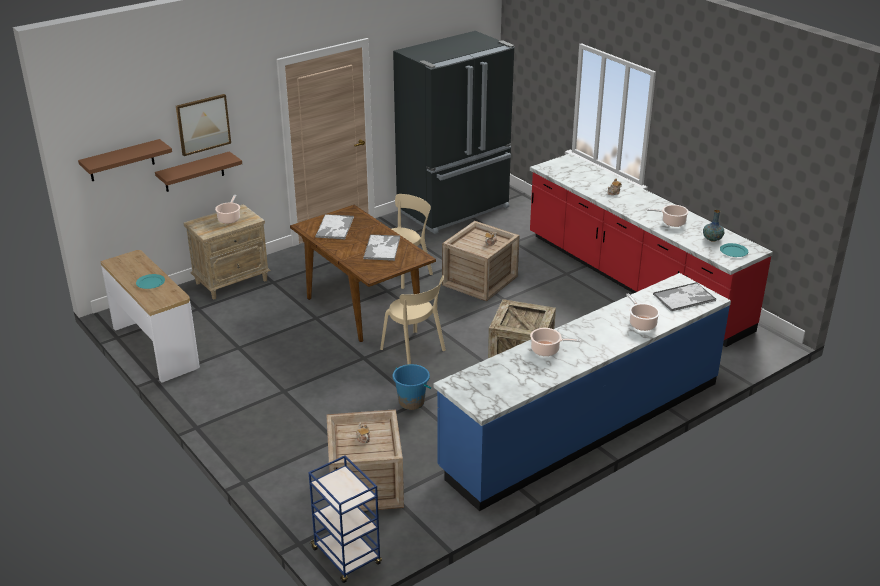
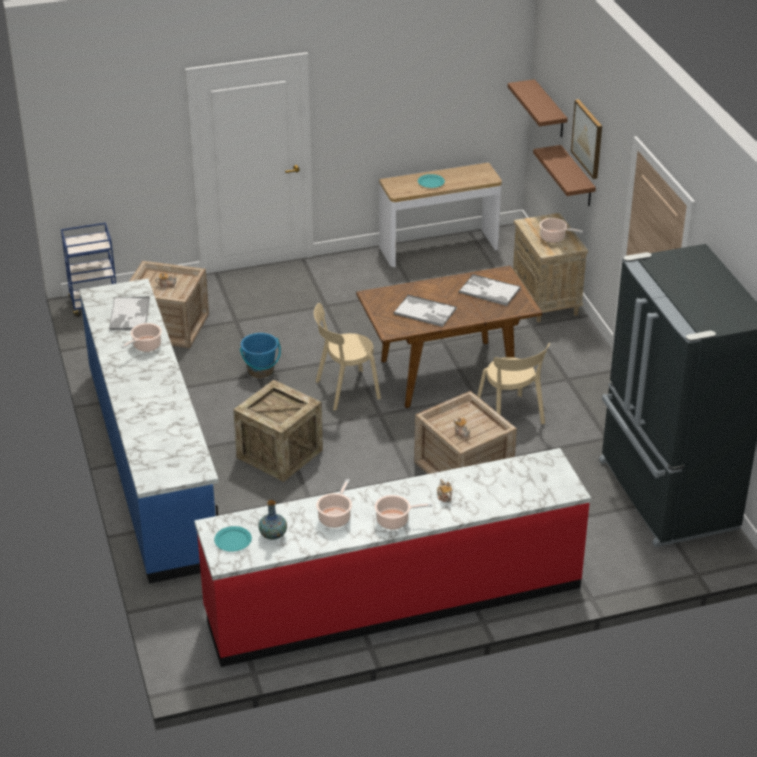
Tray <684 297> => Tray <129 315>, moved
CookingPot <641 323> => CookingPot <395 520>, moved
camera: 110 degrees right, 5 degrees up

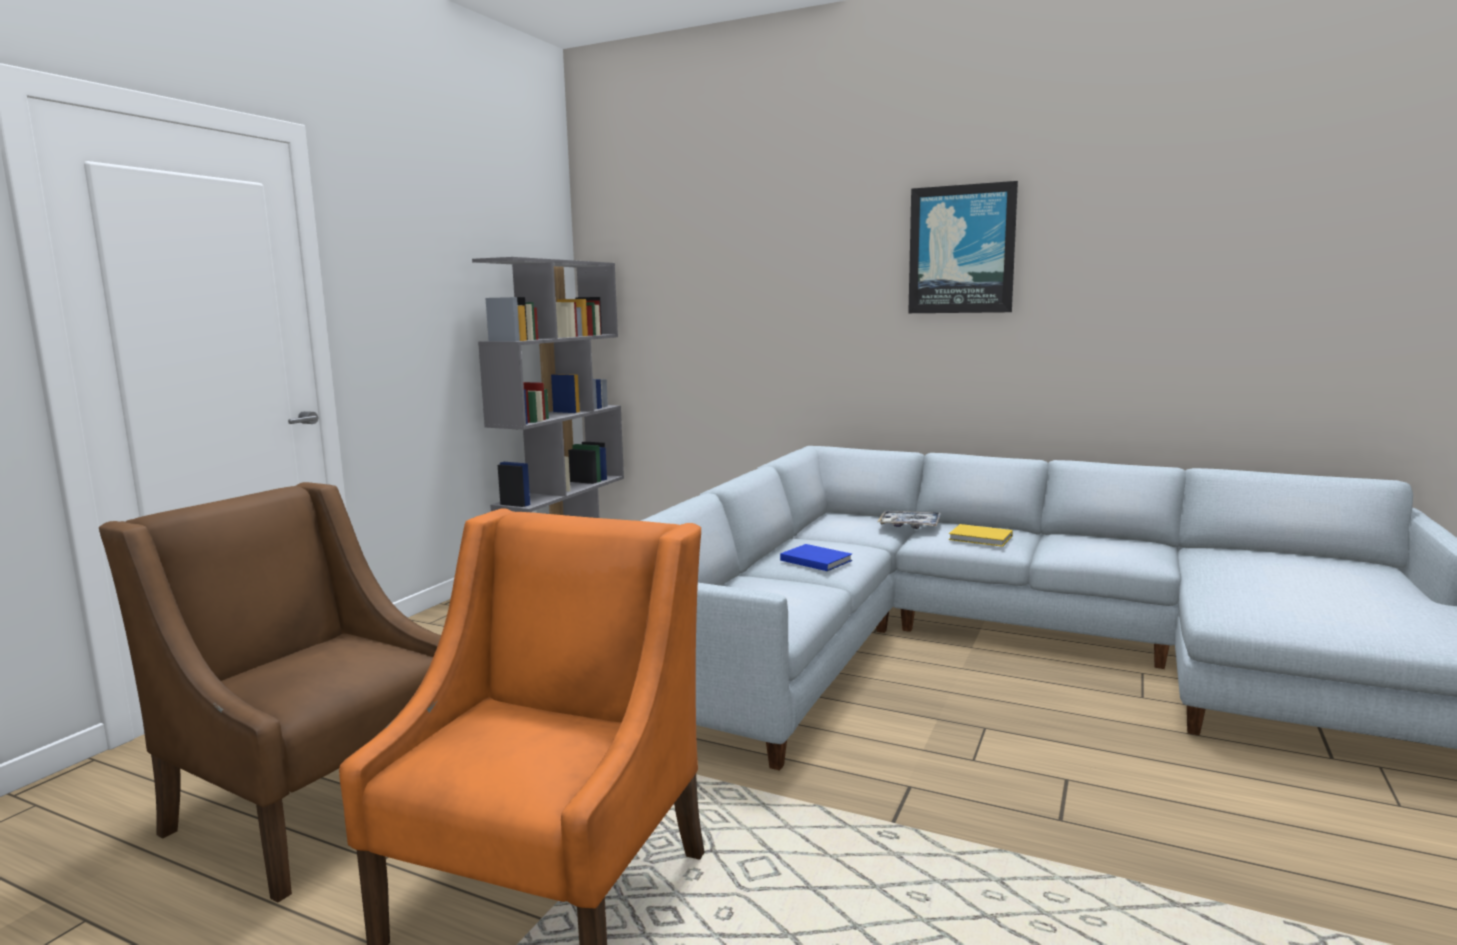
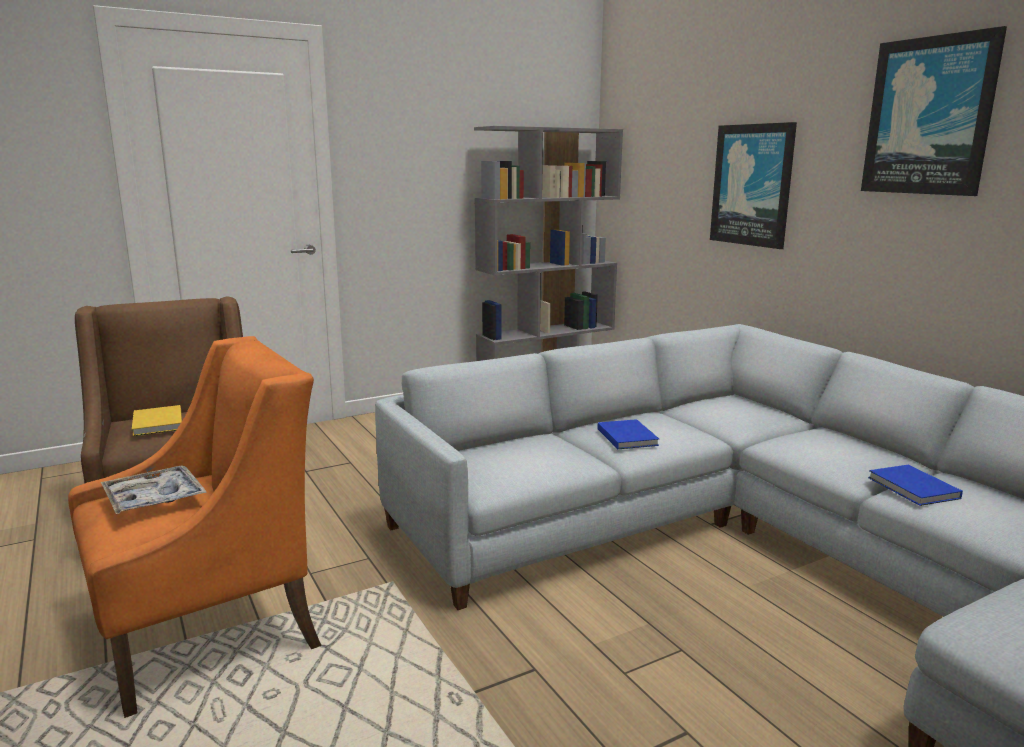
Tray <909 526> => Tray <154 499>, moved
YellowBook <981 538> => YellowBook <157 424>, moved
nothing => Picture <752 185>
nothing => BlueBook <913 489>
camera: 35 degrees right, 5 degrees up

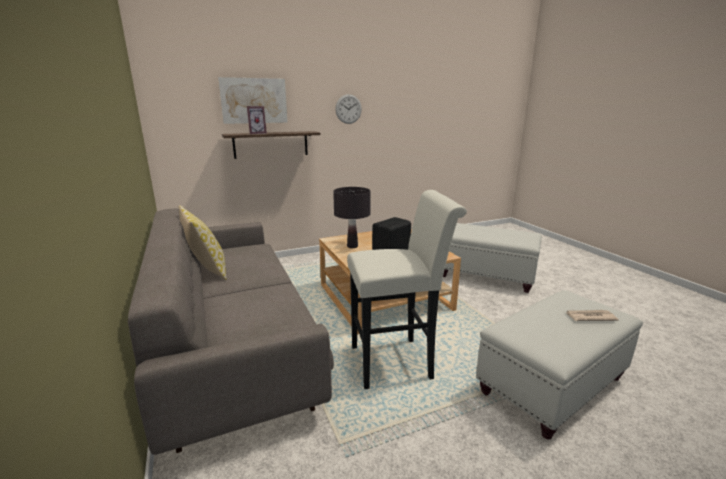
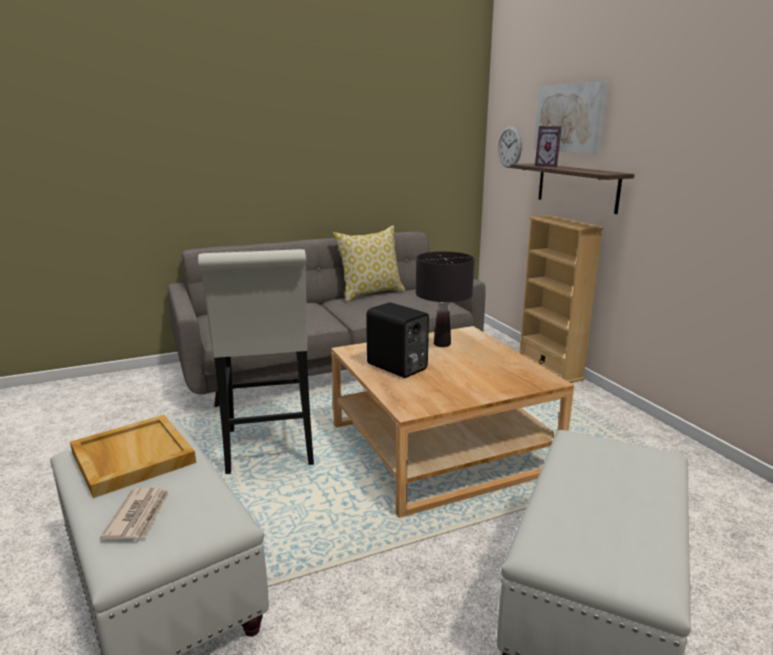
WallClock <348 109> => WallClock <509 147>, moved
nothing => BeigeBookcase <549 367>
nothing => BeigeTray <132 457>
camera: 90 degrees right, 0 degrees up

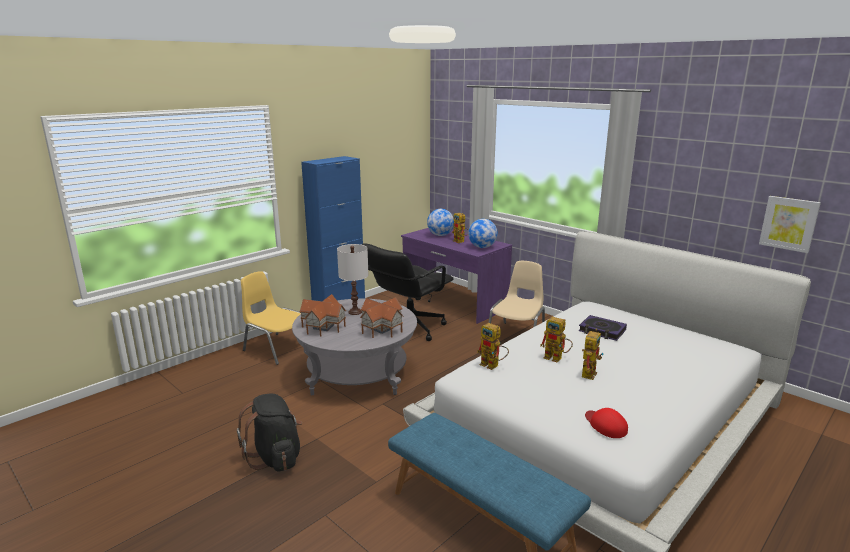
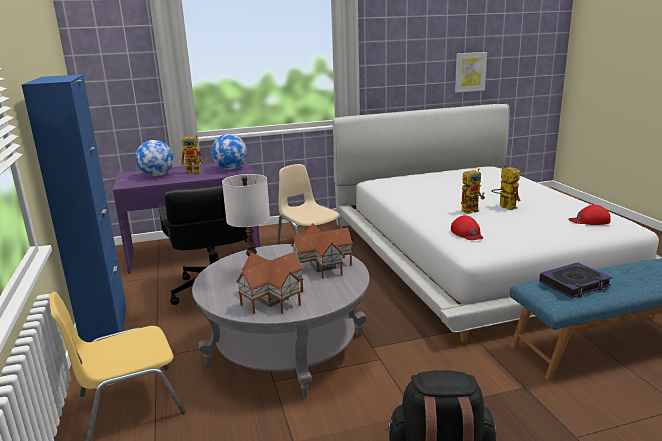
Book <602 331> => Book <574 284>, moved
ToyRobot <493 366> => RedCap <467 233>
camera: 60 degrees left, 0 degrees up

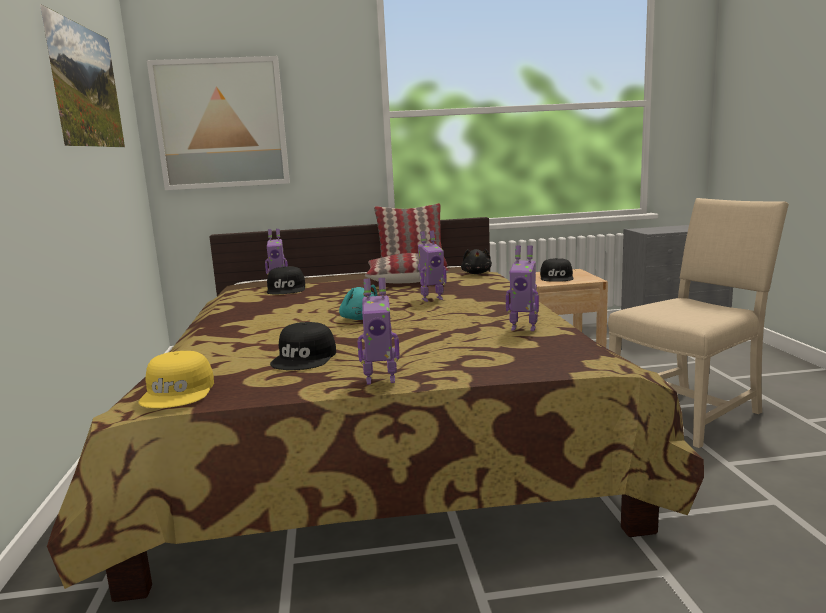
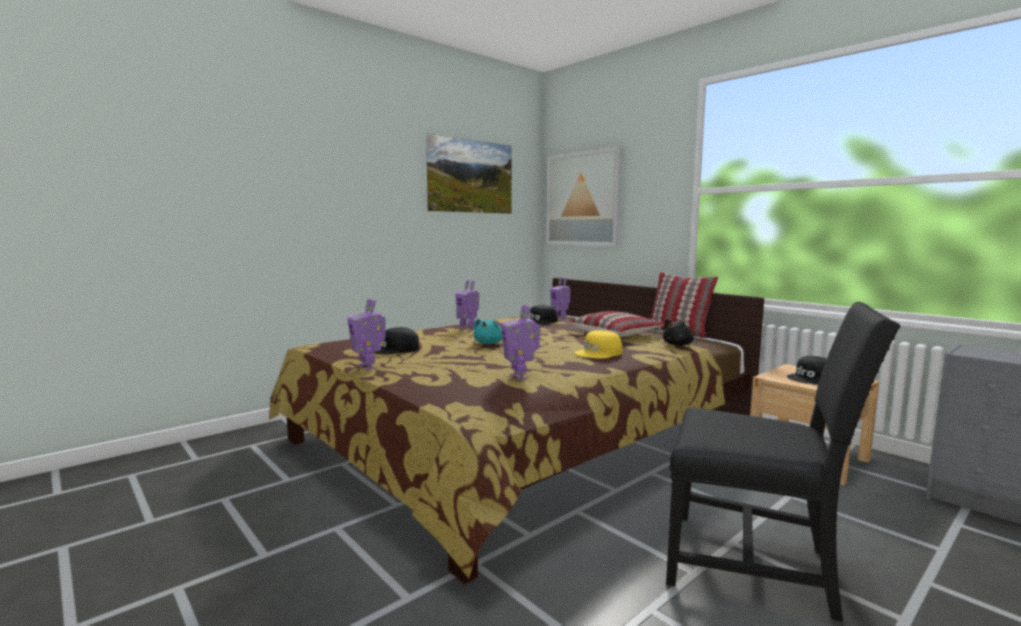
BeigeChair <689 412> => BlackChair <755 565>
ToyRobot <431 299> => ToyRobot <468 329>, moved
YellowCap <179 392> => YellowCap <599 353>, moved
camera: 55 degrees right, 5 degrees down

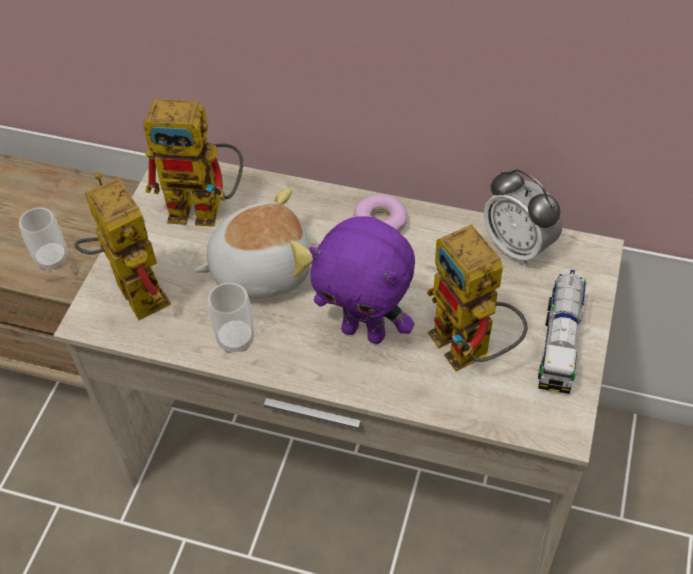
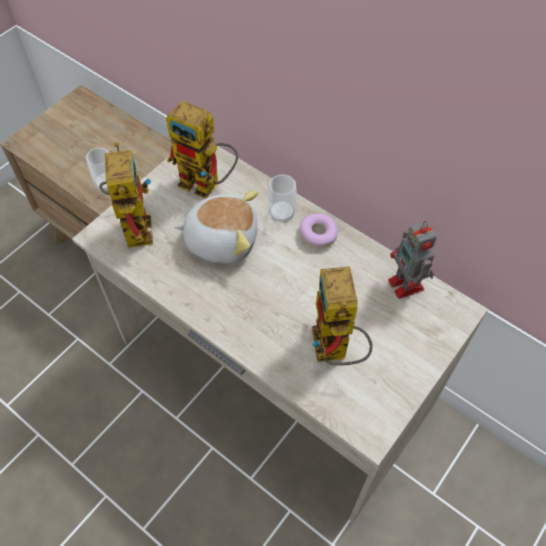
AlarmClock <518 246> => ToyRobot <406 286>
PurplePlushToy <365 331> => nothing
ToyTruck <559 344> => nothing
Cup <236 339> => Cup <281 214>, moved
camera: 20 degrees right, 5 degrees up

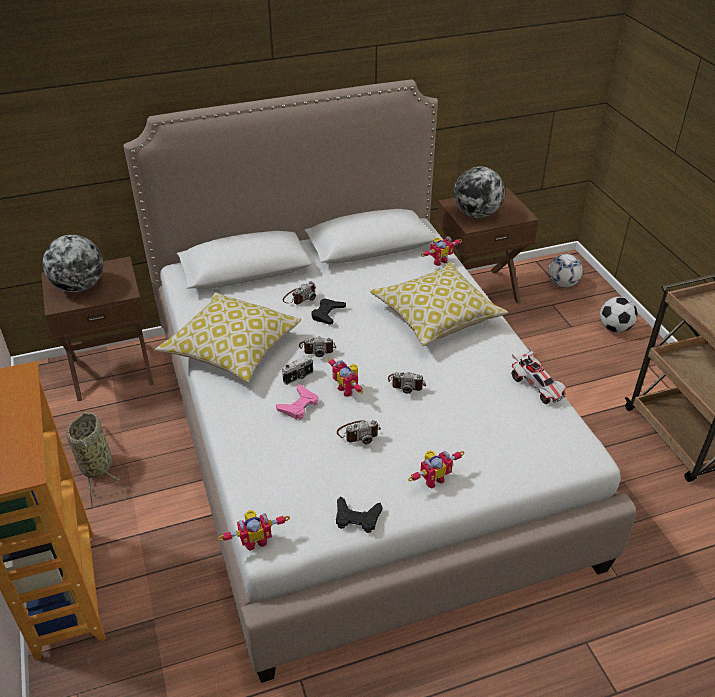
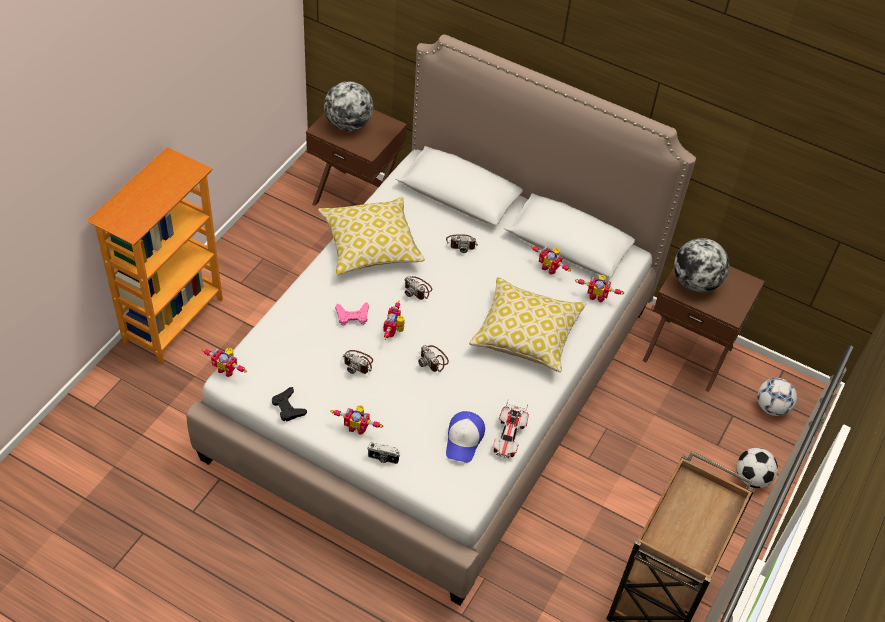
BlackGameController <327 314> => nothing
PhotoCamera <298 377> => PhotoCamera <383 458>, moved
Basket <96 464> => nothing
nothing => ToyRobot <550 268>
nothing => Cap <464 440>
camera: 45 degrees right, 10 degrees up

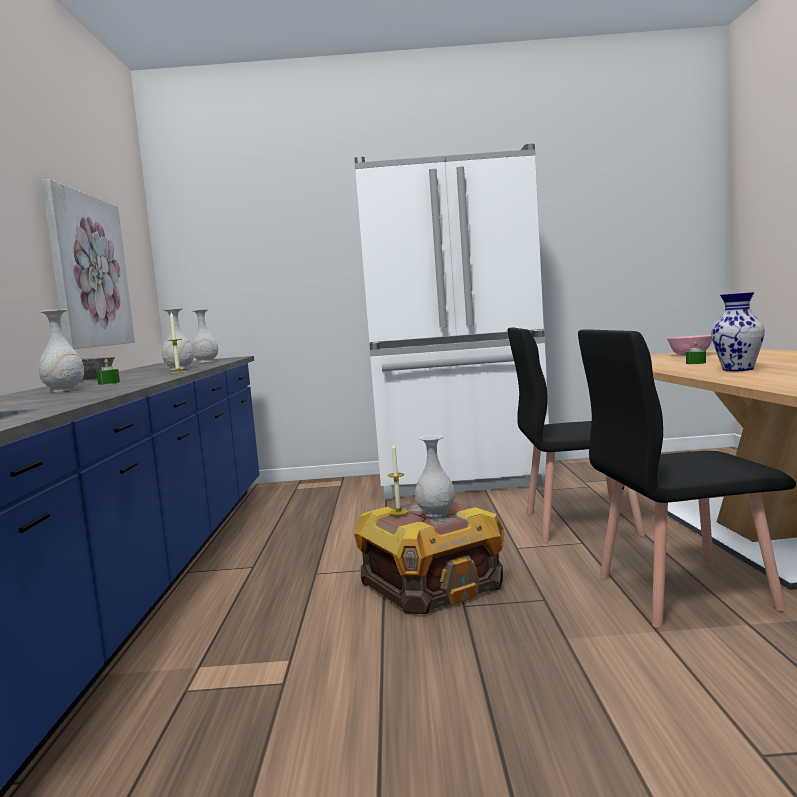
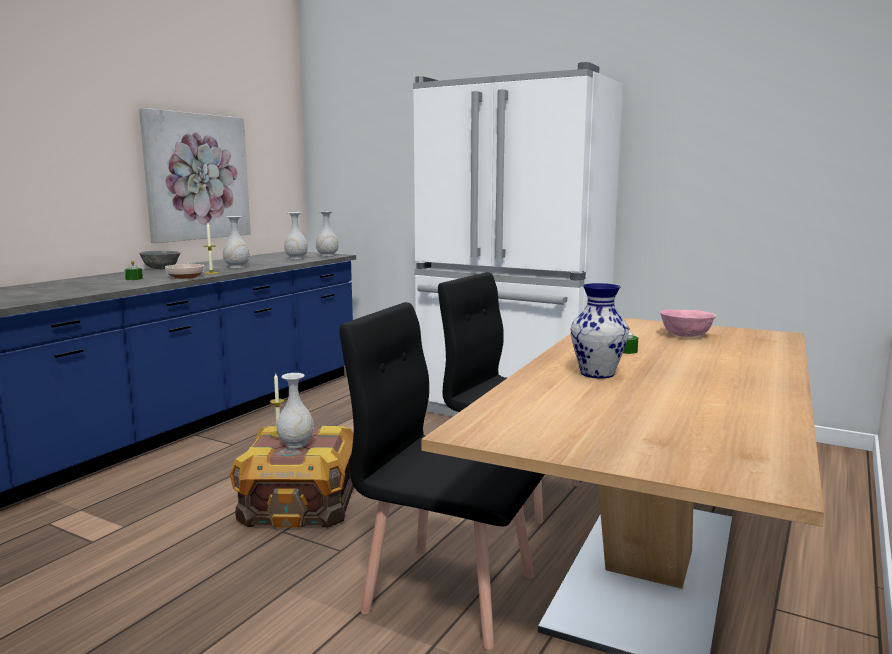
WhiteVase <64 390> => WhiteVase <327 256>, moved
nothing => Bowl <185 277>
camera: 30 degrees right, 5 degrees up

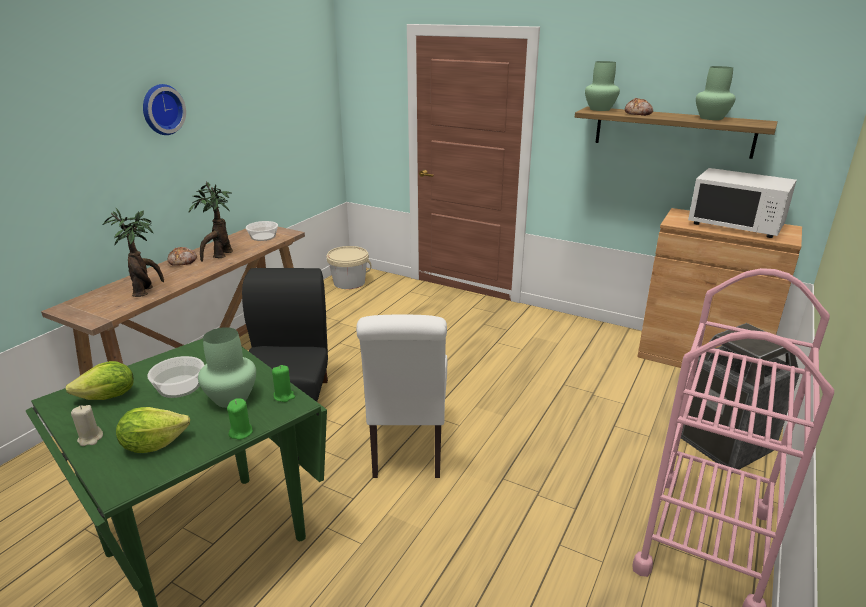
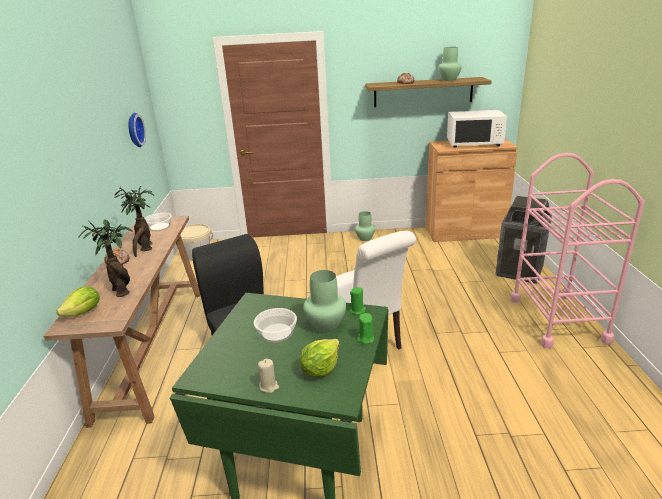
GreenVase <599 109> => GreenVase <365 238>, moved
WallClock <161 109> => WallClock <134 130>, moved
Lettuce <108 397> => Lettuce <84 312>, moved
camera: 30 degrees left, 0 degrees up

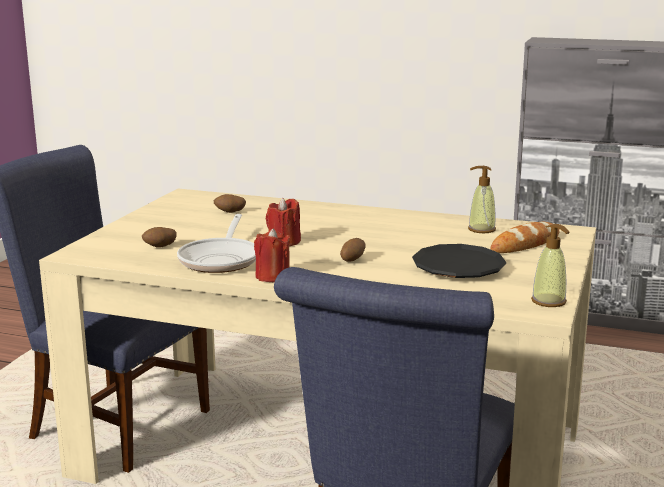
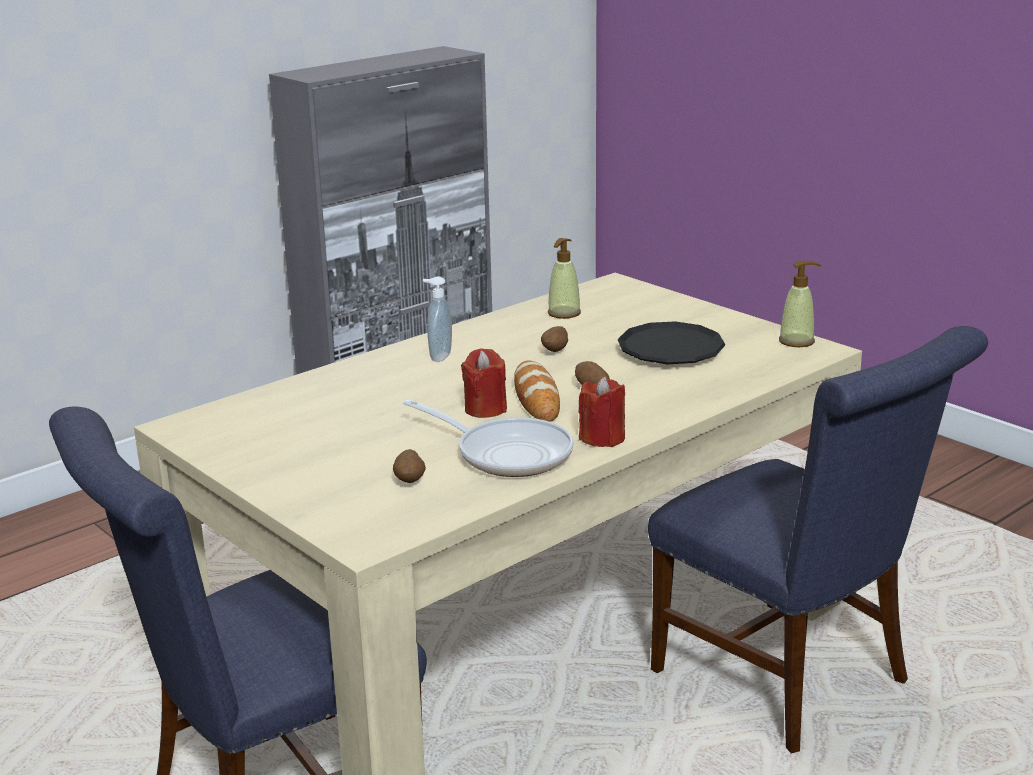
Potato <230 212> => Potato <555 351>, moved
Bread <525 244> => Bread <536 397>, moved
nothing => SoapDispenser <438 356>
camera: 60 degrees left, 5 degrees up

